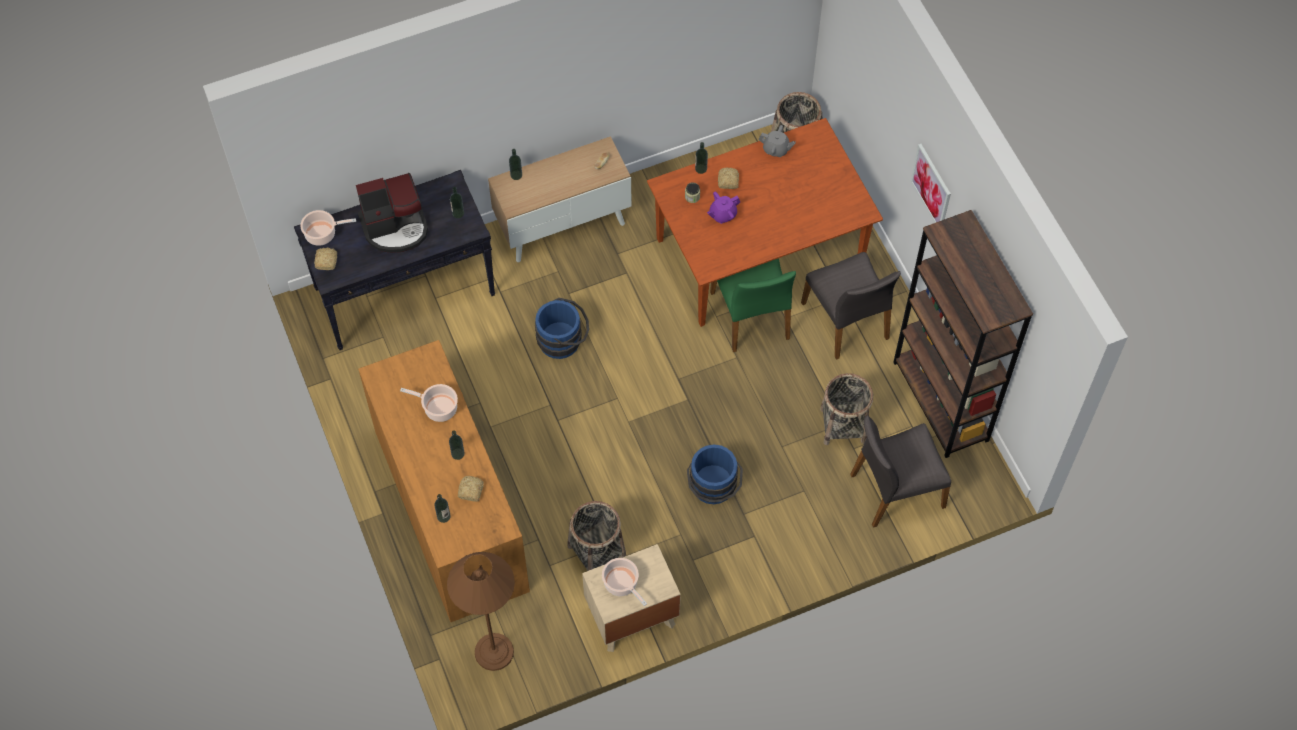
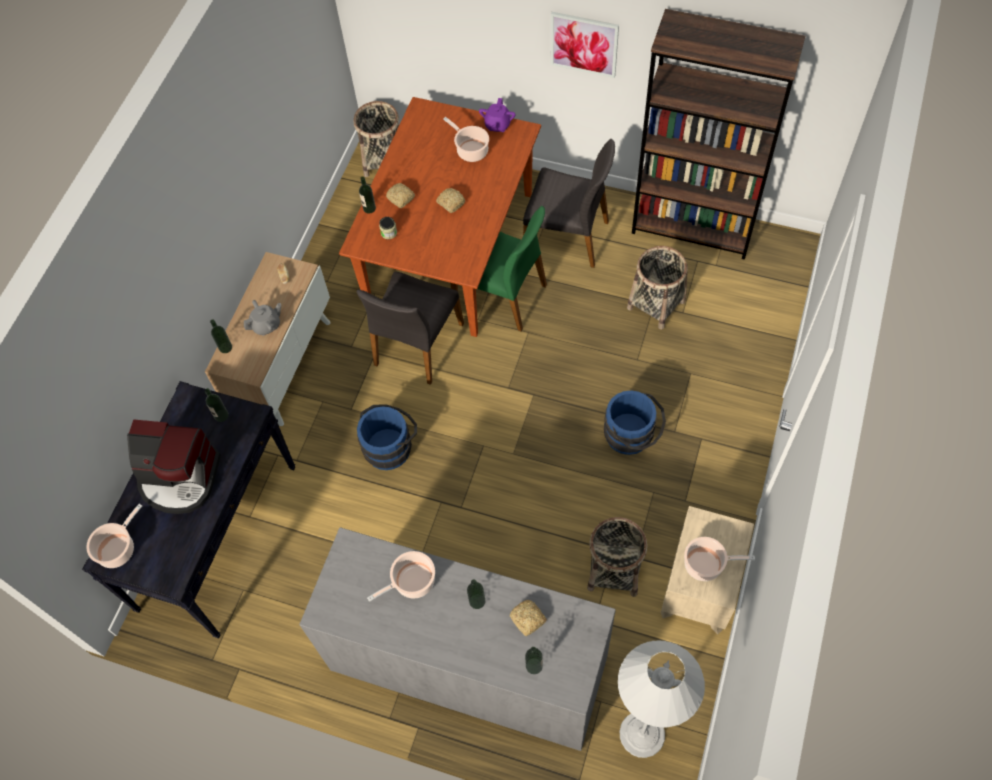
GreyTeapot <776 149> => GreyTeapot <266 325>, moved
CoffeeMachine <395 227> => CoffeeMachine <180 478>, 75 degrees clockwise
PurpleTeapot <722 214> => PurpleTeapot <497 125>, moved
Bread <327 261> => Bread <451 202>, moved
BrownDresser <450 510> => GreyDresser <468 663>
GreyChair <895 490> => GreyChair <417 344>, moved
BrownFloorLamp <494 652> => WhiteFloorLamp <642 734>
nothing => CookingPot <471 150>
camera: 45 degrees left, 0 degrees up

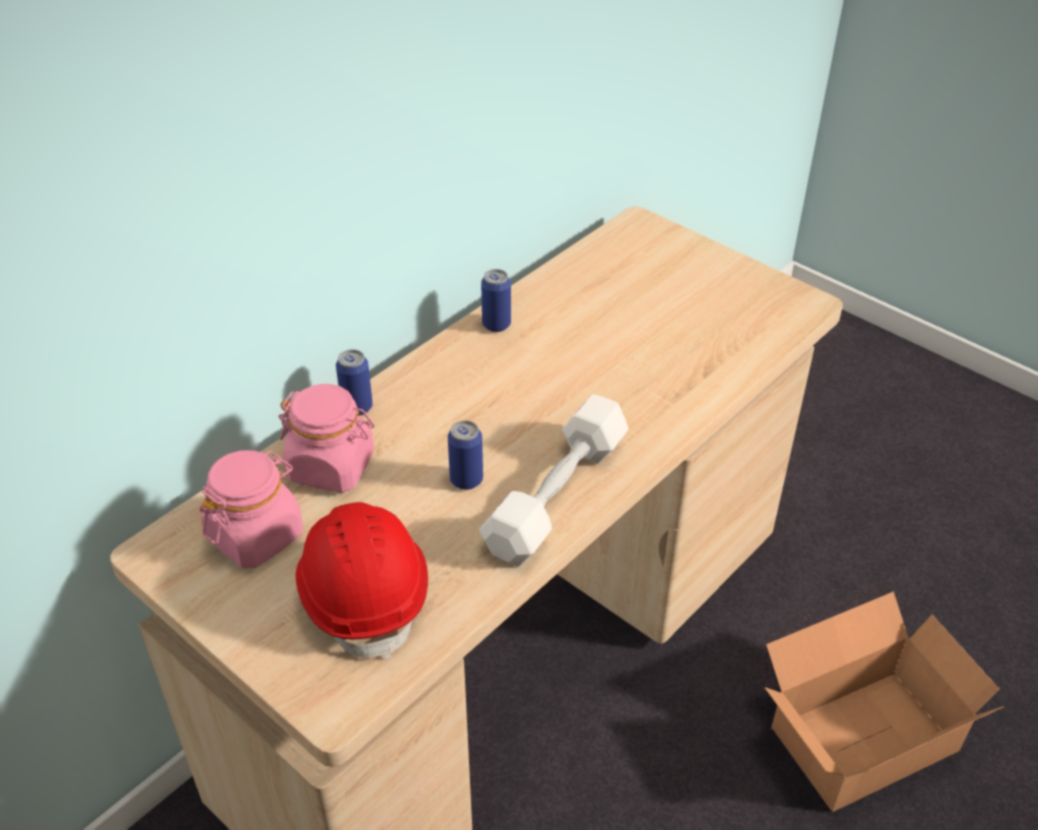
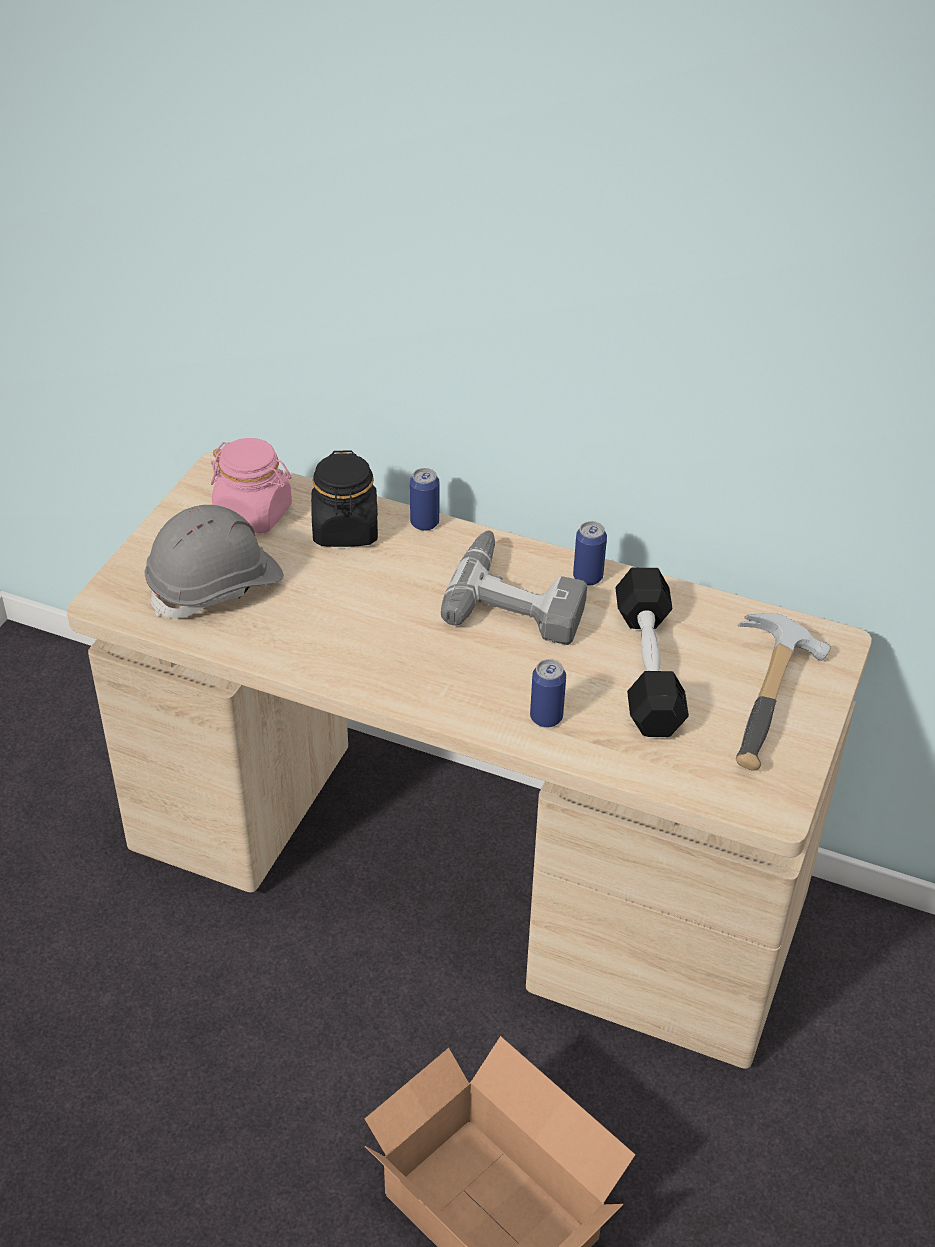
PinkJar <332 467> => BlackJar <345 530>
WhiteDumbbell <557 495> => nothing
Can <466 480> => Can <546 717>, moved
RedHardHat <364 594> => GreyHardHat <216 586>
nothing => PowerDrill <519 597>
nothing => BlackDumbbell <648 668>
nothing => Hammer <775 703>
camera: 70 degrees right, 0 degrees up

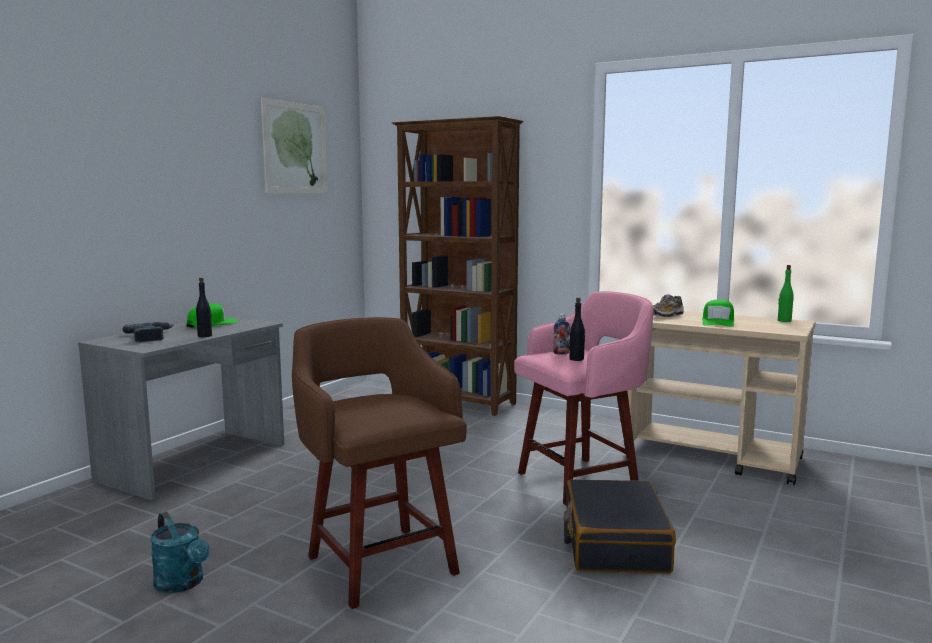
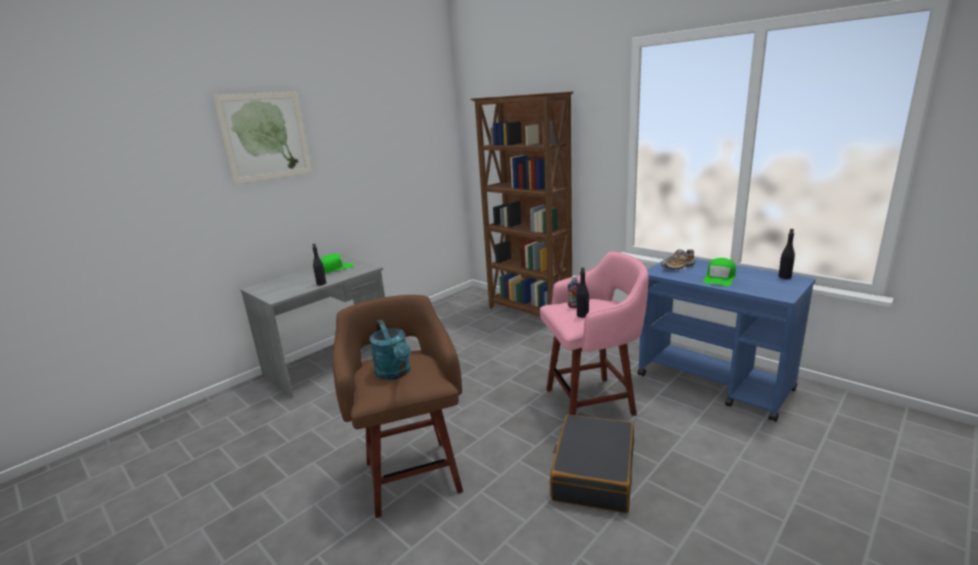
Picture <295 148> => Picture <266 136>, moved
GreenBottle <784 321> => BlackBottle <784 277>
BeigeCart <714 457> => BlueCart <714 383>
PowerDrill <151 336> => nothing
TurquoiseWateringCan <183 584> => TurquoiseWateringCan <395 373>, moved
camera: 15 degrees right, 10 degrees up

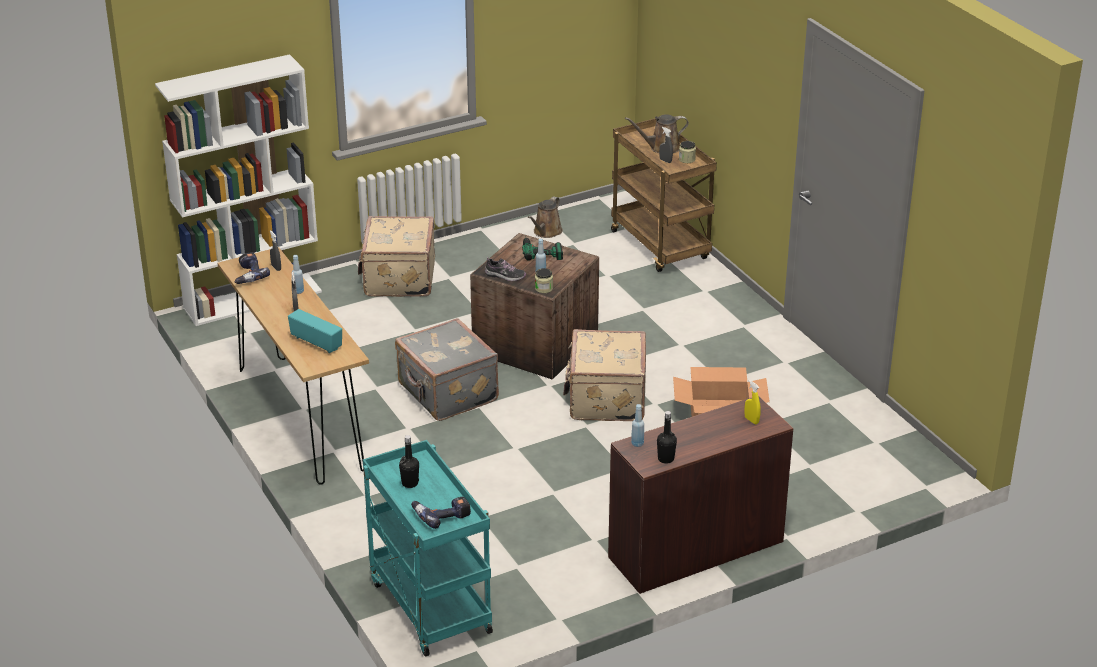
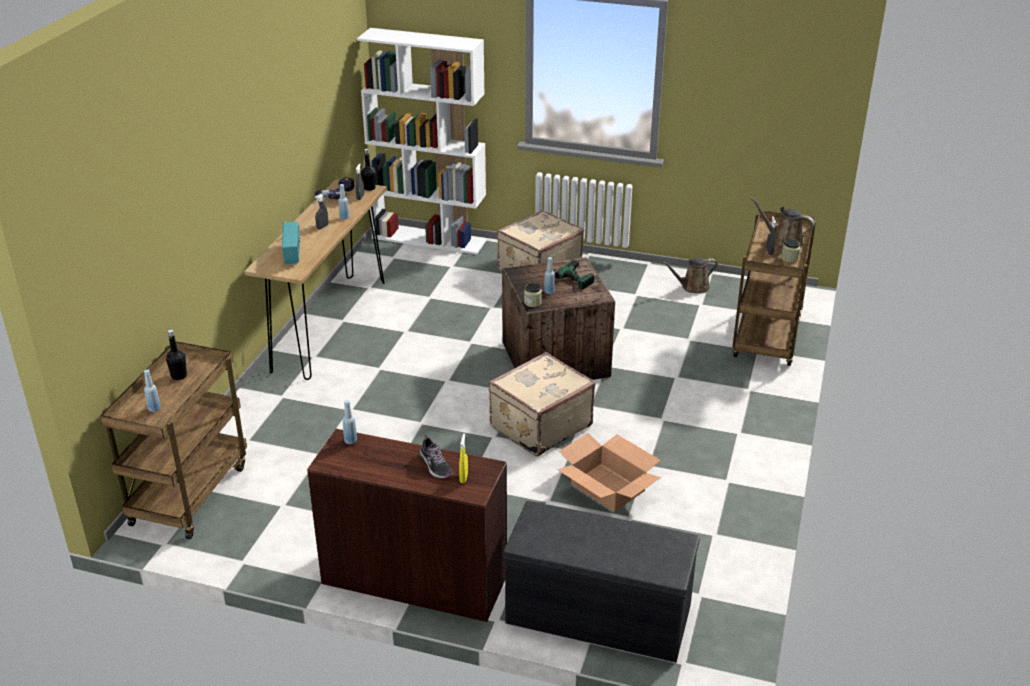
Shoe <505 276> => Shoe <435 466>, moved
GreySuitcase <446 393> => nothing
BlackBottle <666 459> => BlackBottle <369 188>, moved
TurquoiseCart <428 606> => BrownCart <189 493>
PowerDrill <441 515> => BlueBottle <154 409>
nothing => GreyBench <596 615>
camera: 45 degrees right, 0 degrees up

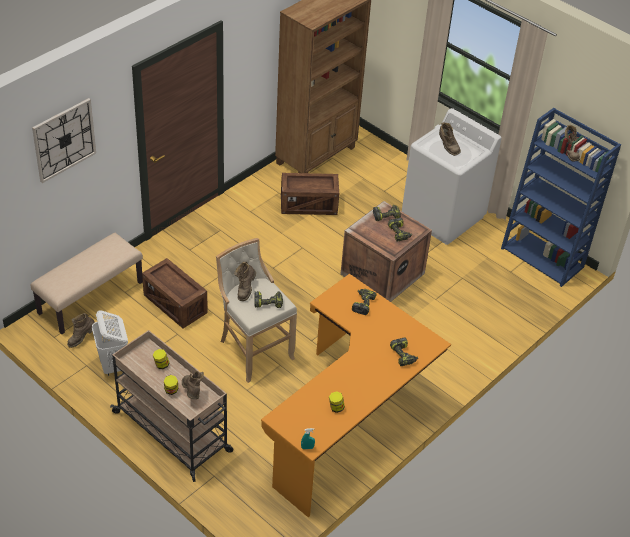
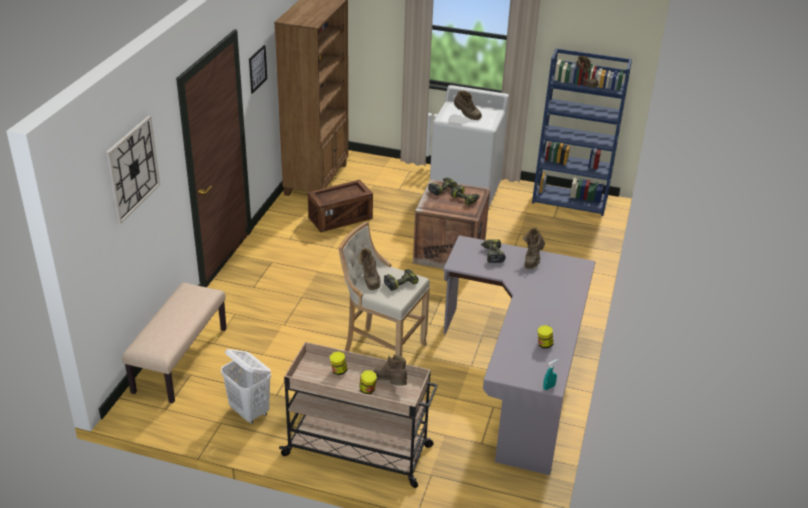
Crate <175 304> => nothing
OrangeDesk <350 419> => GreyDesk <518 376>
BrownBoot <82 339> => BrownBoot <532 260>, moved
PowerDrill <403 356> => nothing
nothing => Picture <257 69>
camera: 25 degrees left, 10 degrees down

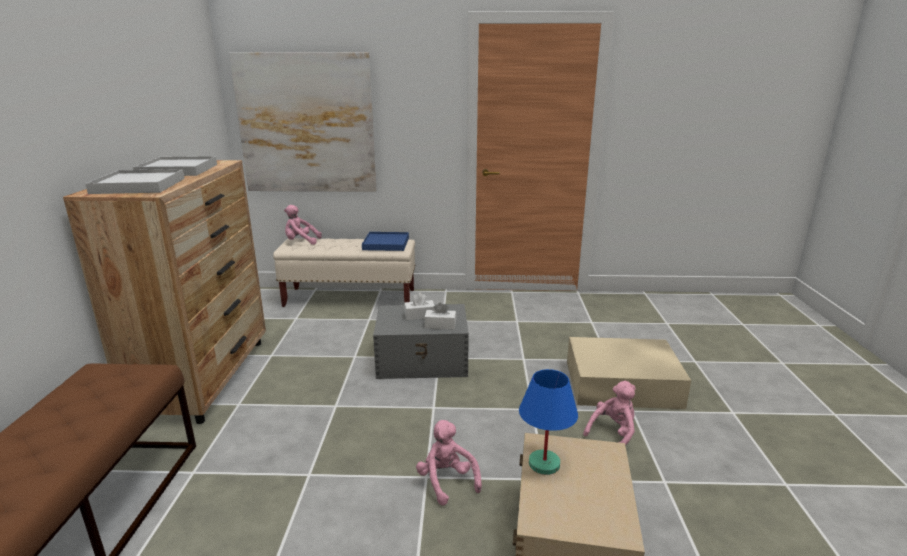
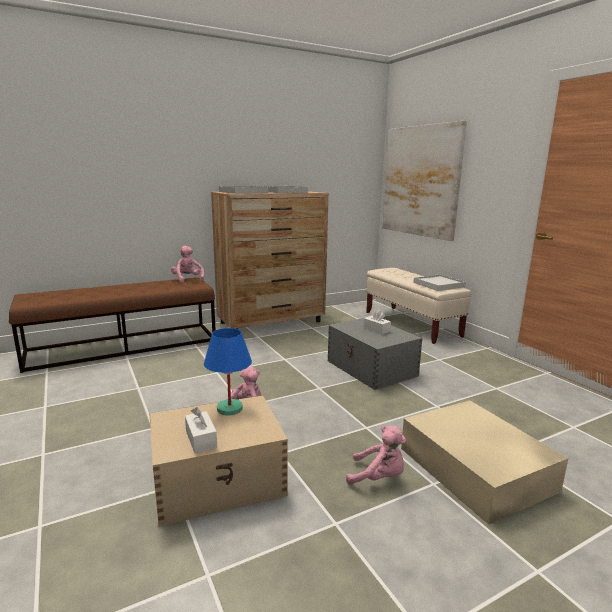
PinkPlushToy <301 242> => PinkPlushToy <188 279>, moved
BlueTray <386 244> => WhiteTray <438 285>
WhiteTissueBox <440 325> => WhiteTissueBox <201 439>, moved
camera: 60 degrees right, 5 degrees down

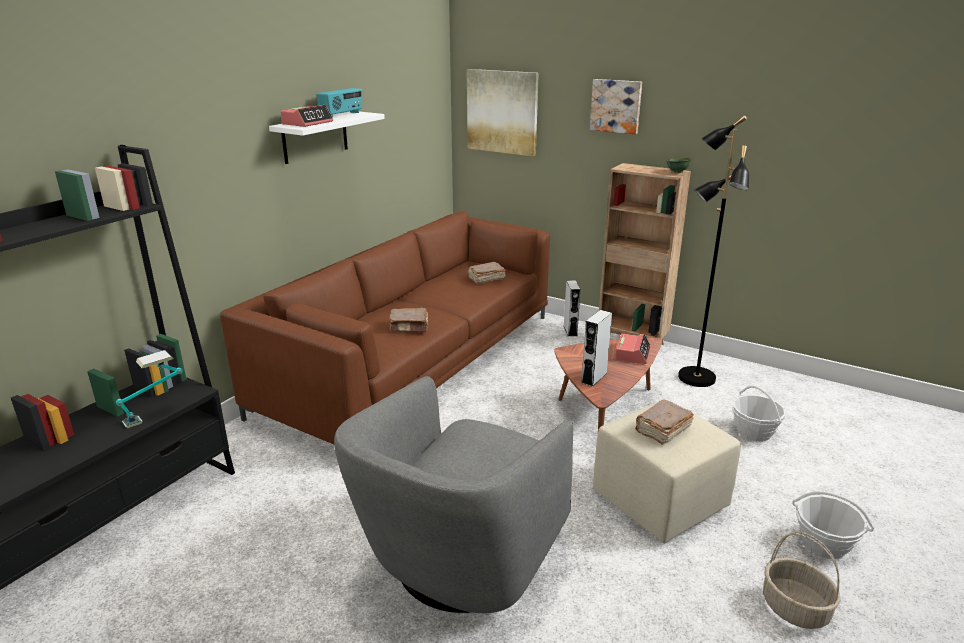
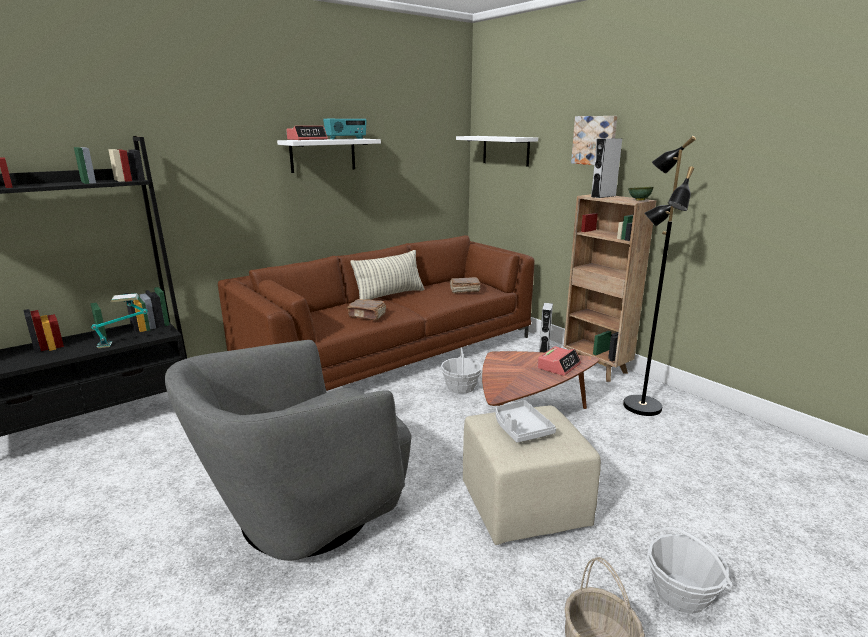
Picture <502 112> => WhiteShelf <505 150>
GreySpeaker <594 378> => GreySpeaker <603 196>, moved
Basket <754 432> => Basket <461 387>, moved
BrownBook <662 430> => GreyTray <520 429>
nothing => Pillow <389 295>
camera: 20 degrees right, 5 degrees down

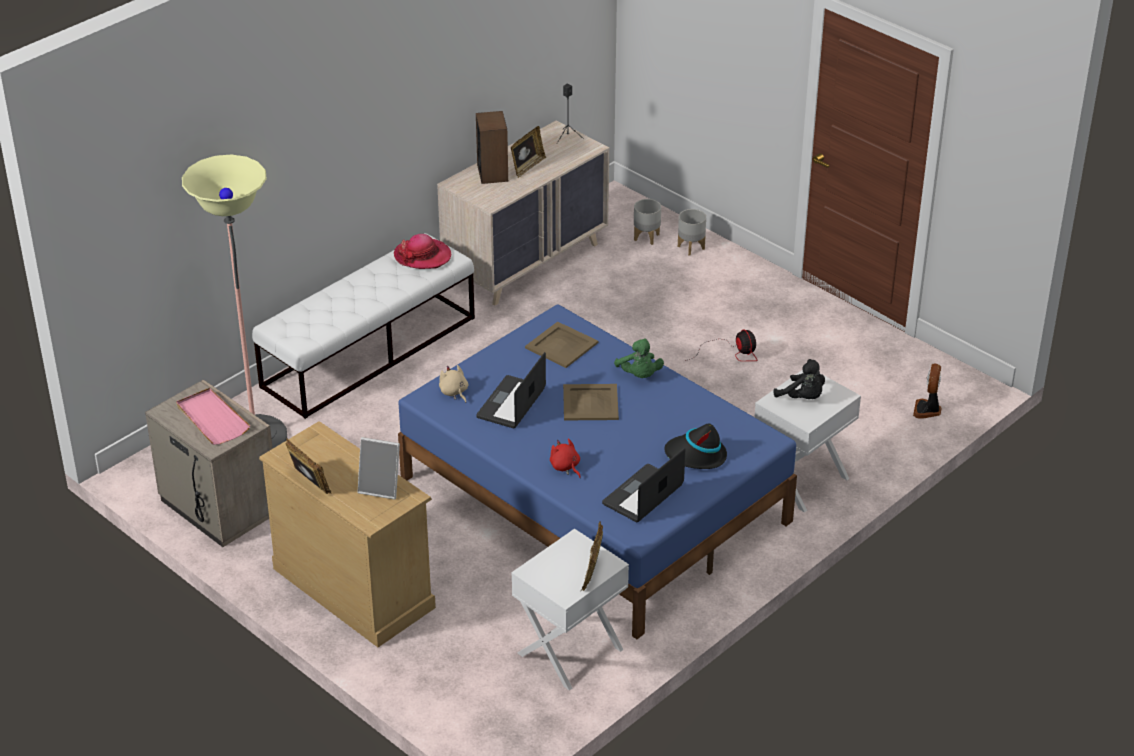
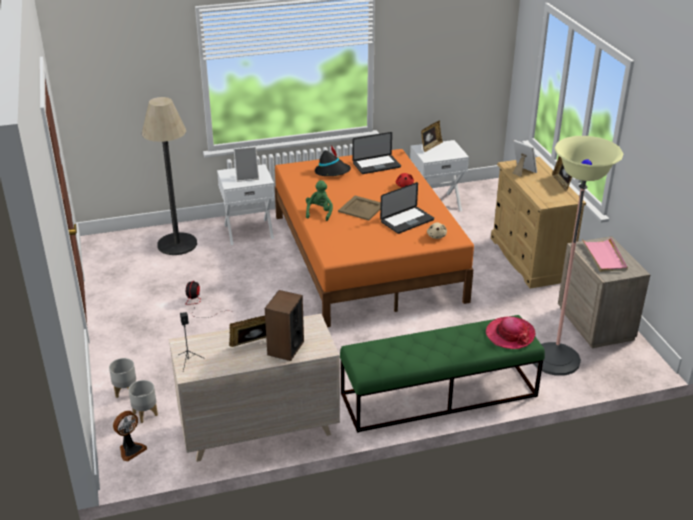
WhiteBench <369 351> => GreenBench <438 395>
Hat <422 256> => Hat <510 334>, moved
BlueBed <593 500> => OrangeBed <367 257>
BeigeTray <561 345> => nothing
BlackPlushToy <802 398> => PictureFrame <247 177>
Fan <927 410> => Fan <131 449>, moved
nothing => FloorLamp <177 244>
camera: 150 degrees left, 5 degrees down

